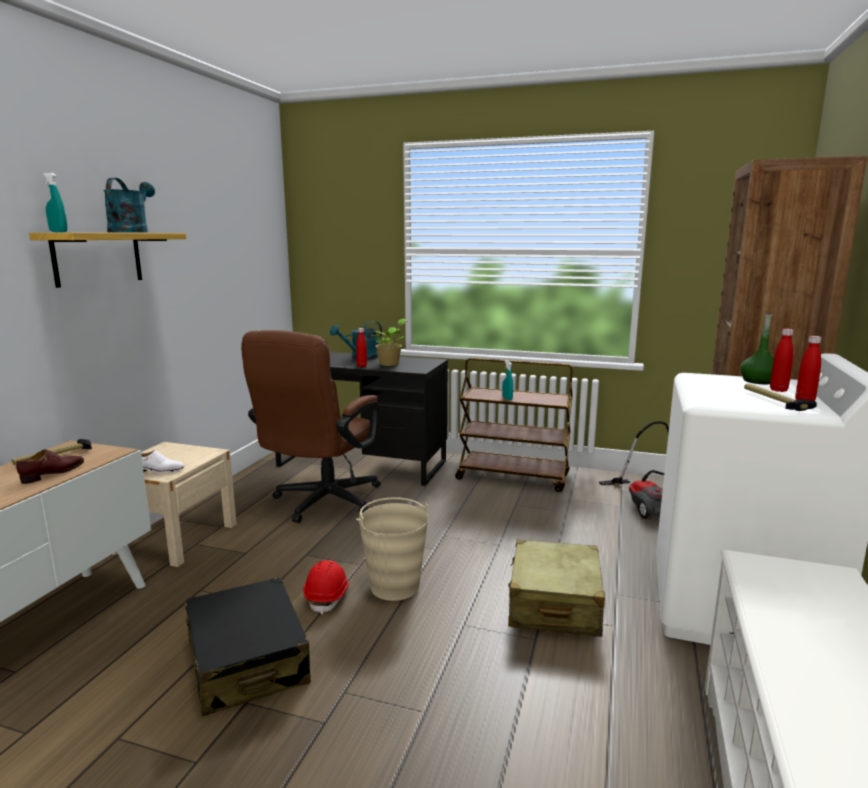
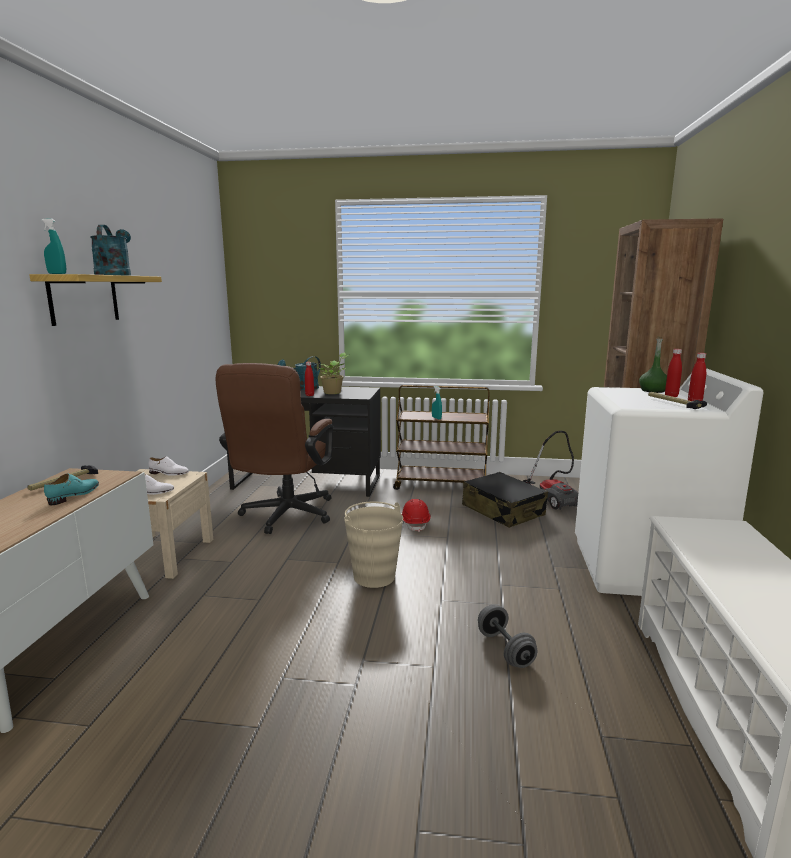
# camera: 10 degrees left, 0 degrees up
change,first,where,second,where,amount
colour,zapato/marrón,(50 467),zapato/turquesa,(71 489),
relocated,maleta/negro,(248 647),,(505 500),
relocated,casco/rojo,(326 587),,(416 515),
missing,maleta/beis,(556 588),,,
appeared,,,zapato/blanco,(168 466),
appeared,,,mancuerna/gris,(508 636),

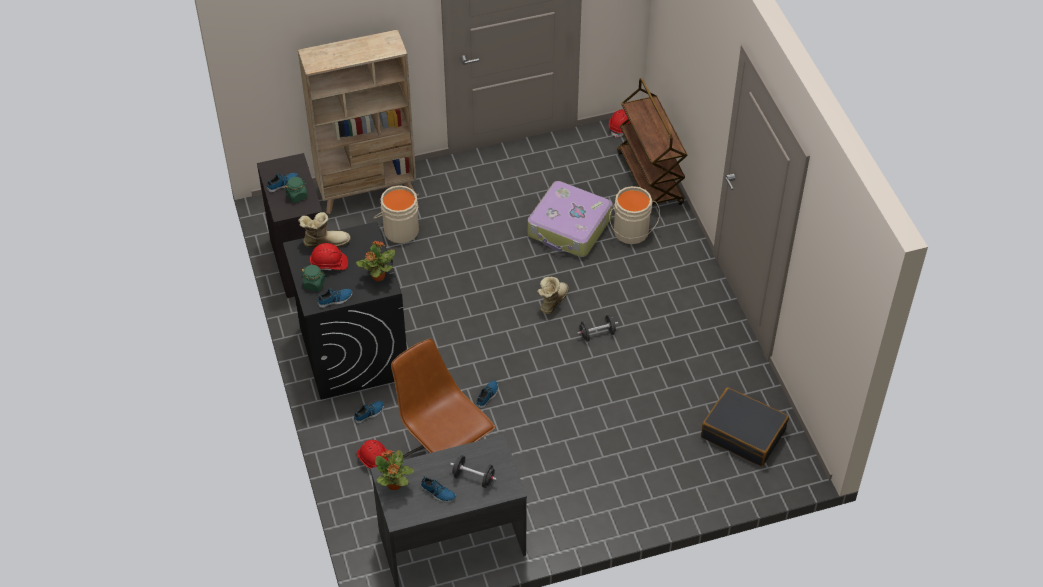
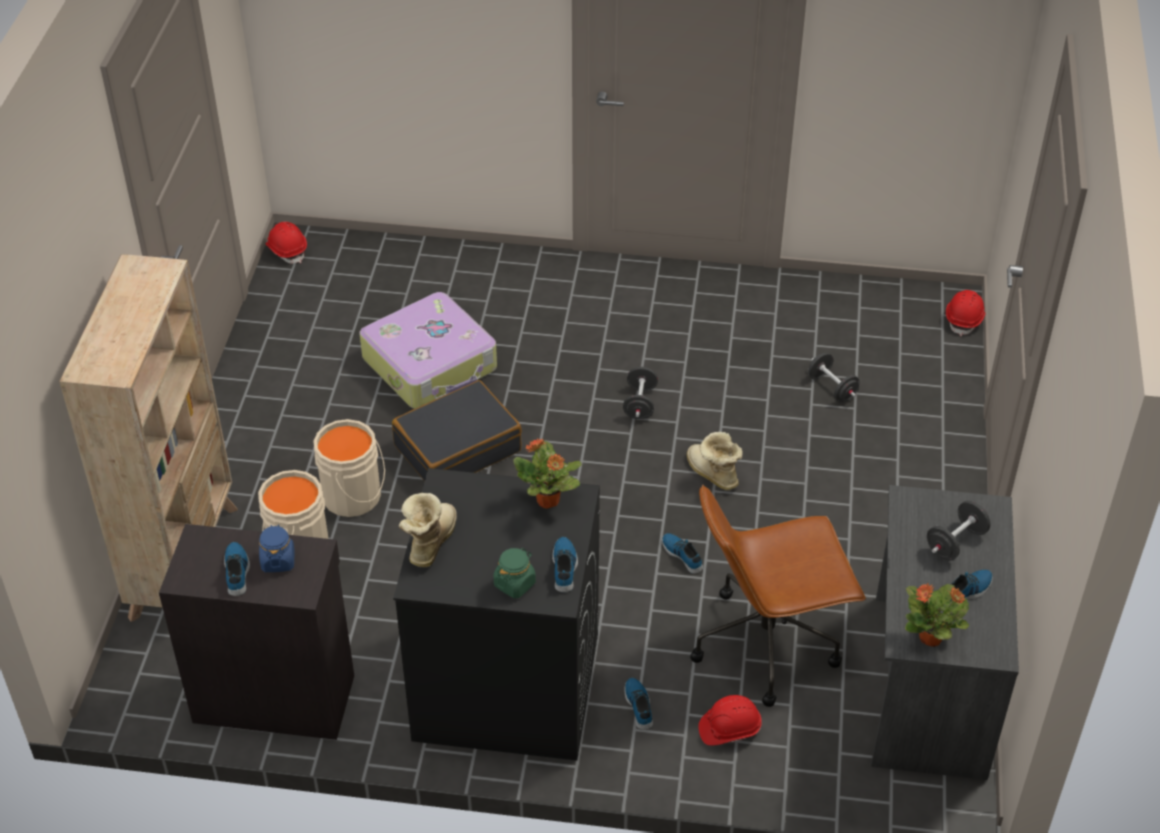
# camera: 65 degrees left, 5 degrees down
change,first,where,second,where,amount
colour,tarro/verde,(296 190),tarro/azul,(277 548),
relocated,casco/rojo,(329 256),,(966 313),
relocated,bota,(552 295),,(715 461),
relocated,cubo/beis,(634 215),,(349 468),
missing,carrito/marrón,(652 141),,,
relocated,maleta/negro,(745 426),,(457 430),
appeared,,,mancuerna/negro,(834 377),

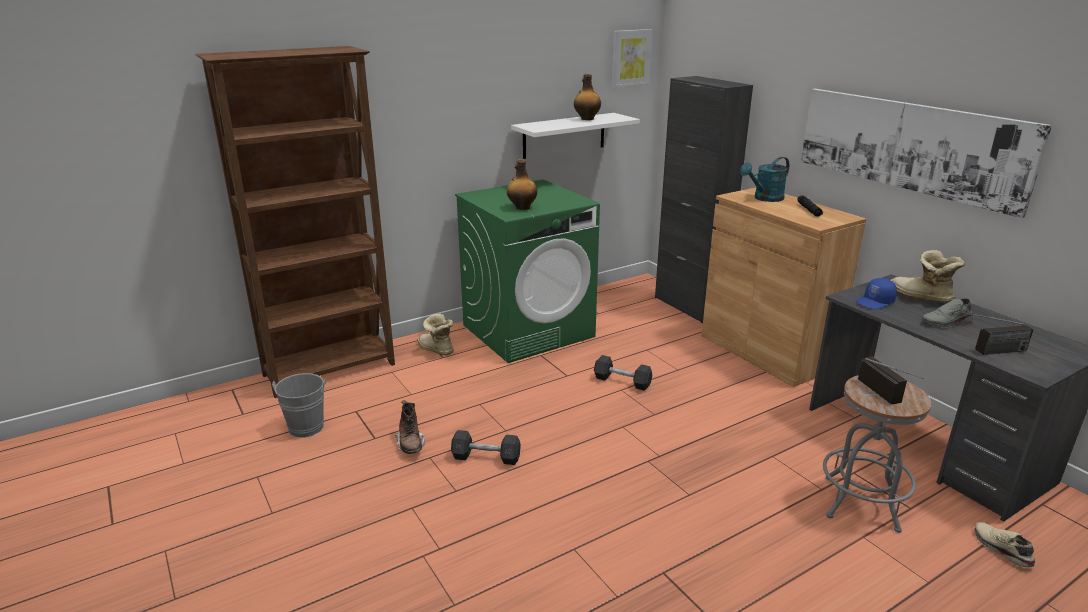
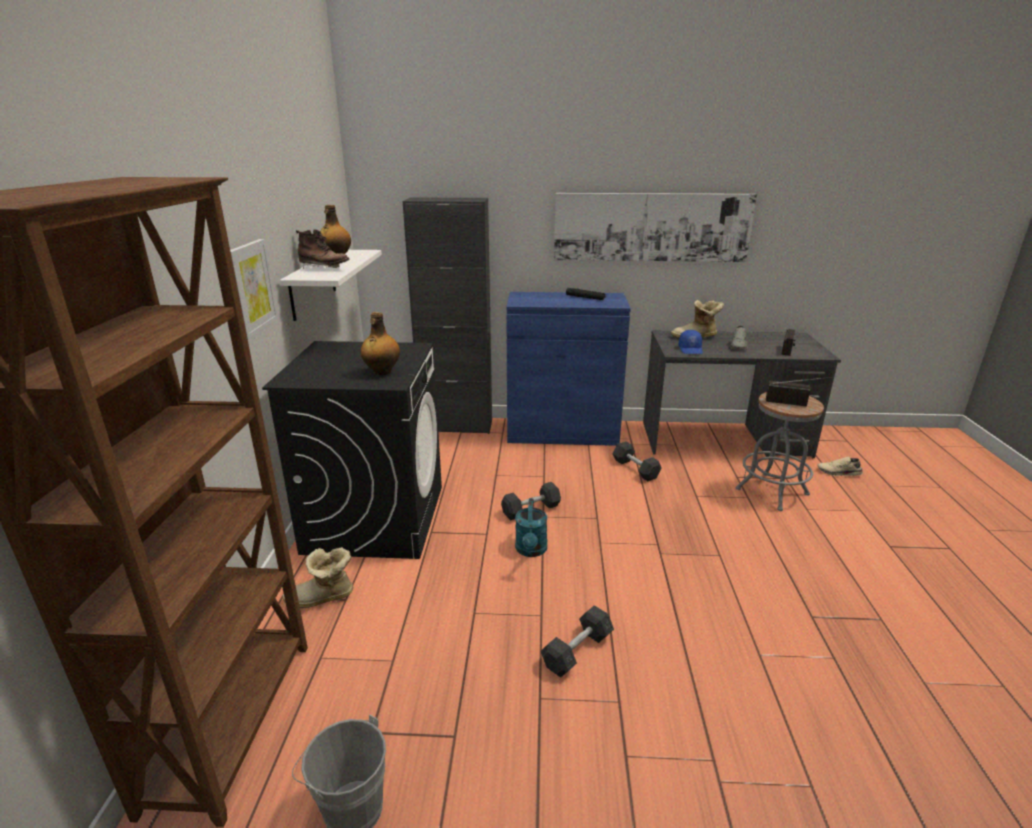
# camera: 55 degrees left, 0 degrees up
change,first,where,second,where,amount
relocated,bota/marrón,(410 427),,(323 249),
colour,lavadora/verde,(527 271),lavadora/negro,(352 450),
relocated,cuadro,(632 58),,(254 289),
colour,armario/marrón,(784 287),armario/azul,(568 369),
relocated,regadera/turquesa,(764 179),,(531 527),
appeared,,,mancuerna/gris,(637 461),

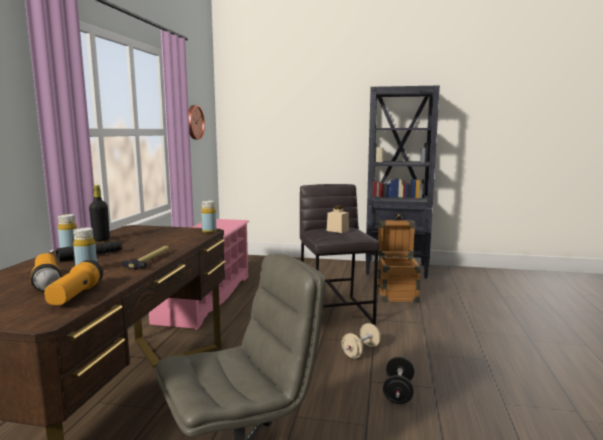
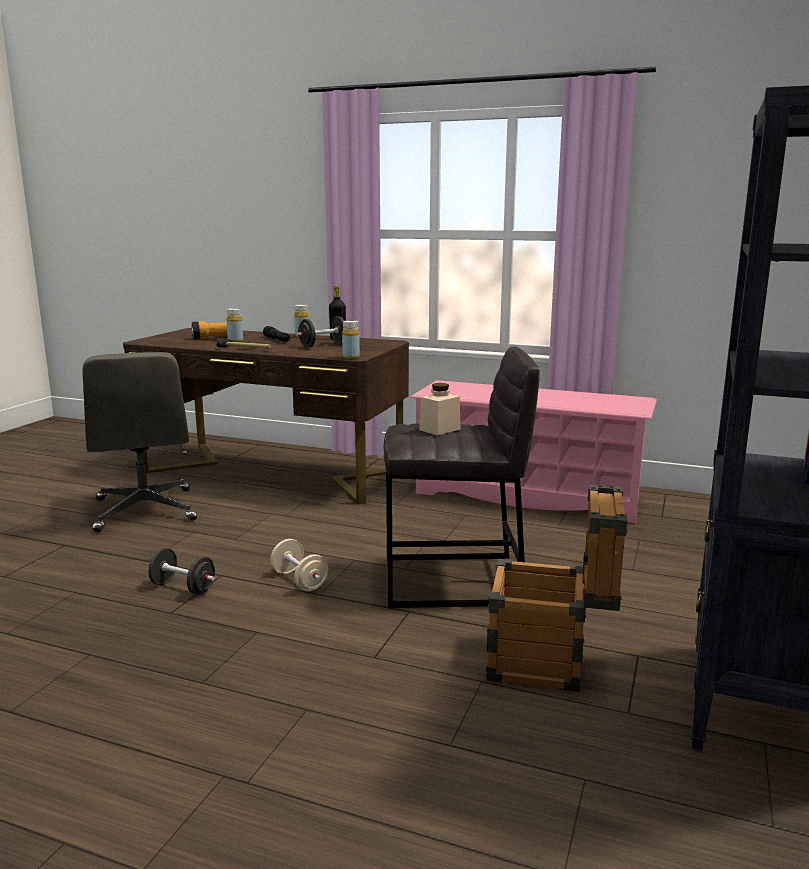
# camera: 100 degrees right, 5 degrees up
change,first,where,second,where,amount
missing,linterna,(73 282),,,
missing,reloj de pared,(196 122),,,
appeared,,,mancuerna/negro,(320 332),

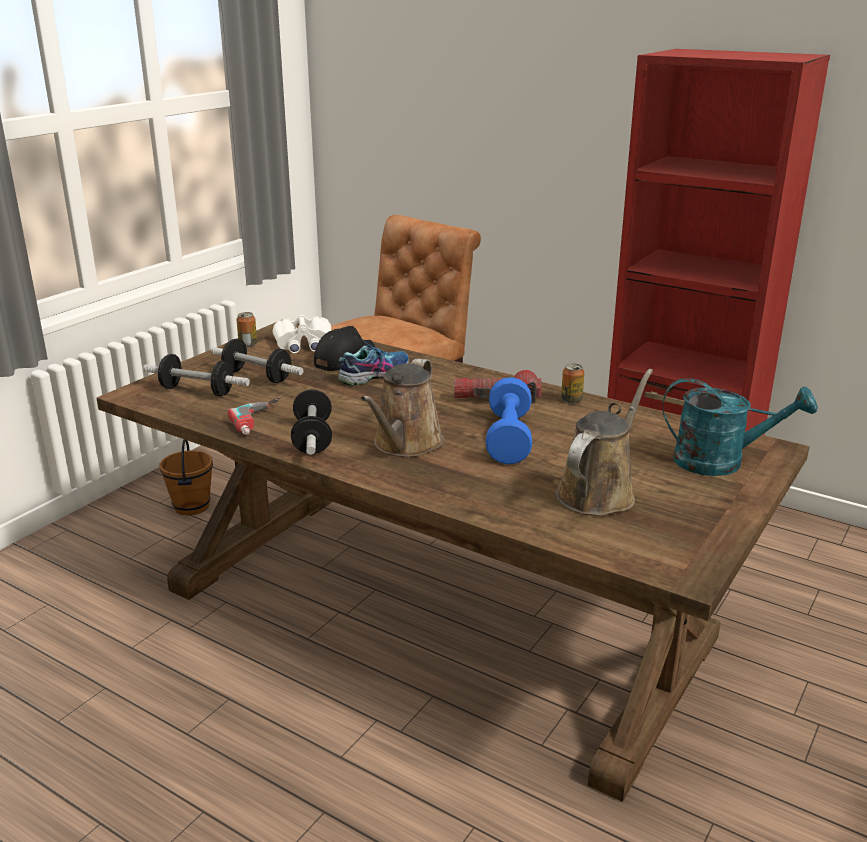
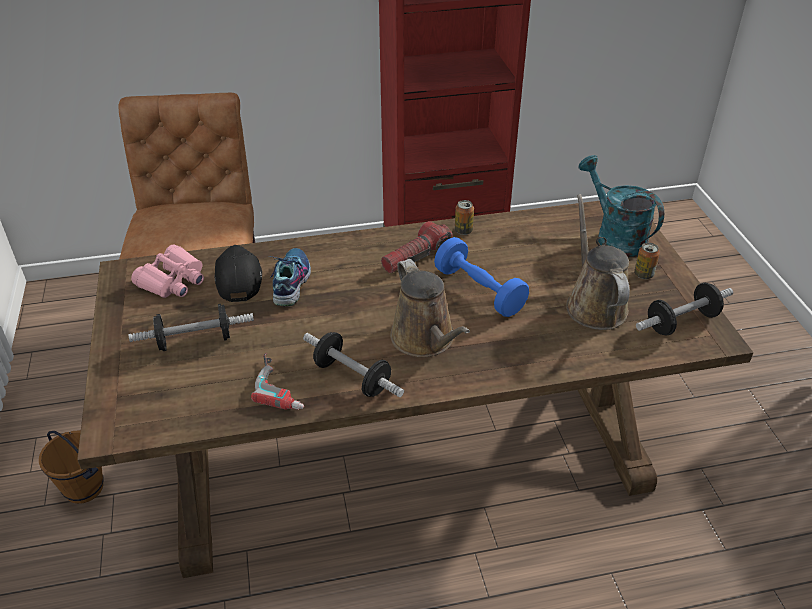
# camera: 45 degrees left, 15 degrees up
change,first,where,second,where,amount
relocated,mancuerna,(196 375),,(684 309),
relocated,lata,(246 329),,(647 261),
colour,prismáticos/blanco,(301 334),prismáticos/rosa,(167 271),
spun,regadera/turquesa,(740 427),,(621 206),90 degrees counterclockwise

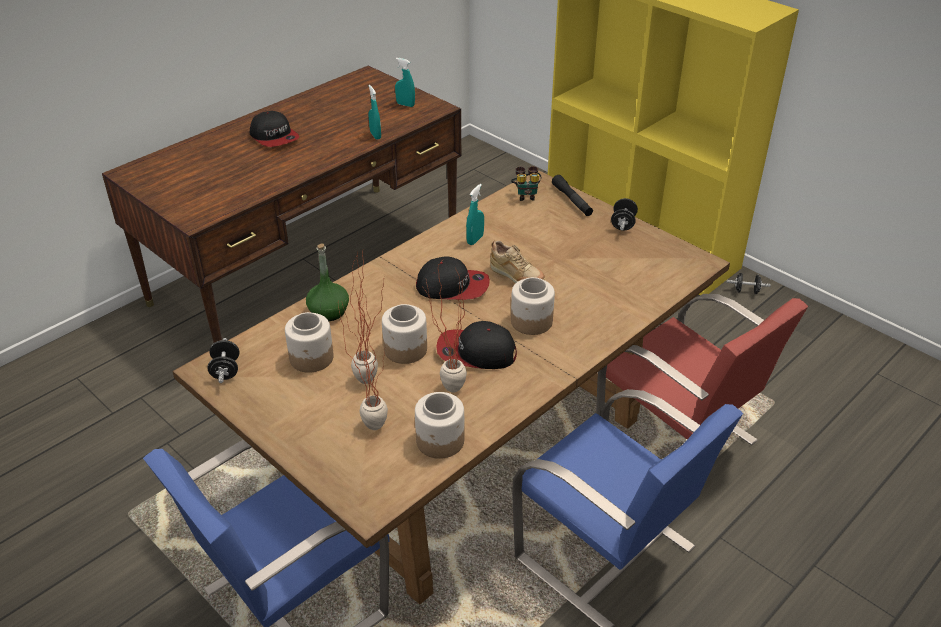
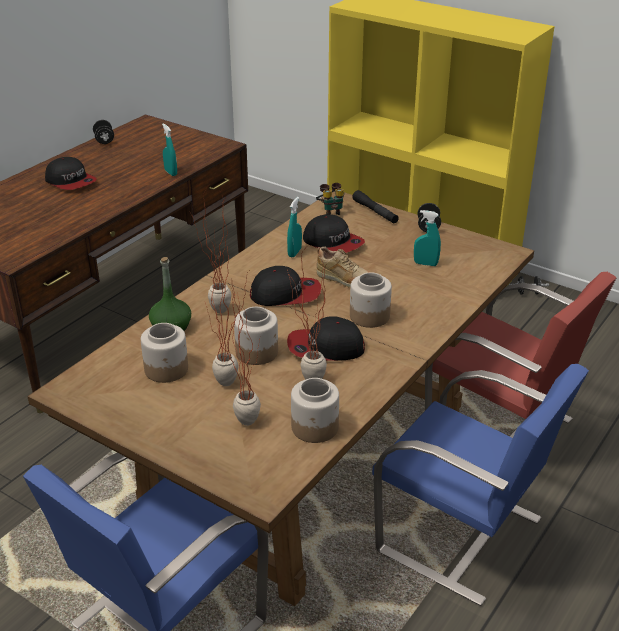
# camera: 10 degrees left, 5 degrees down
change,first,where,second,where,amount
relocated,mancuerna/negro,(223 360),,(103 132),
relocated,pulverizador/turquesa,(405 82),,(427 238),
appeared,,,planta en maceta,(211 249),
appeared,,,gorra,(334 233),

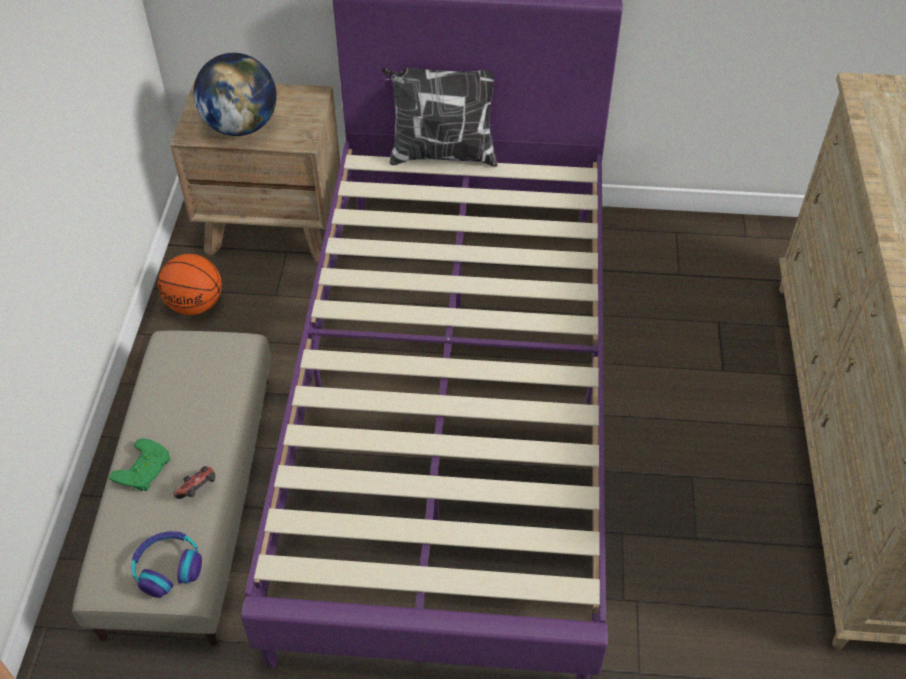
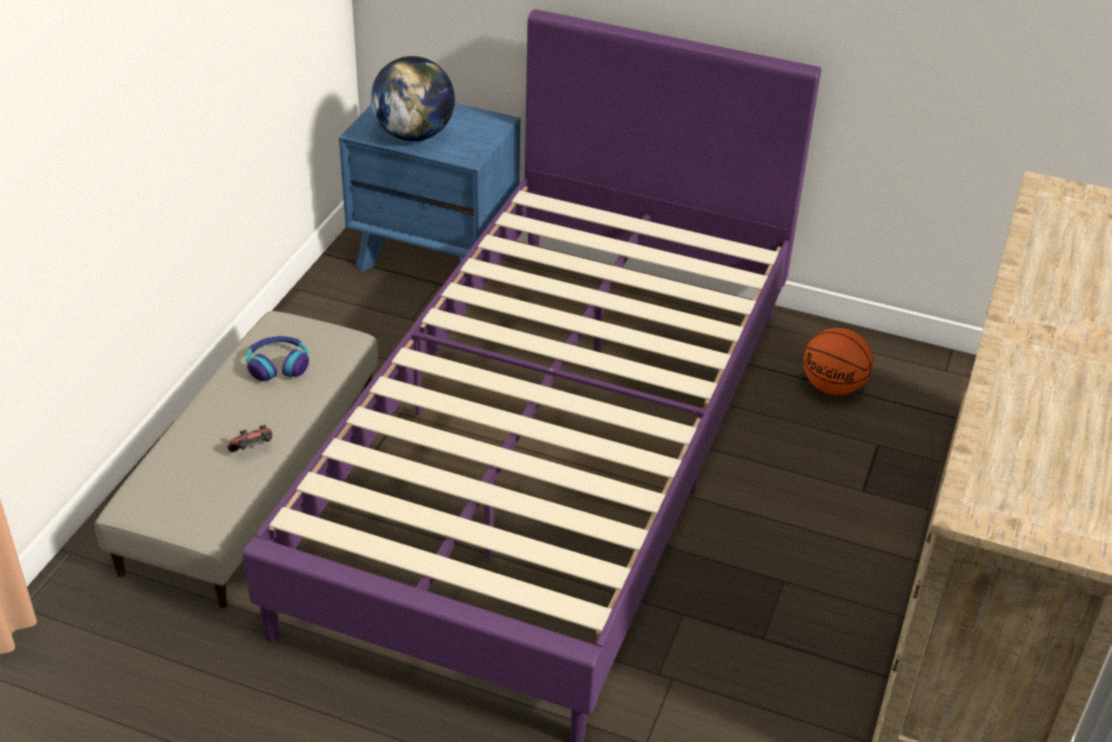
# camera: 15 degrees right, 10 degrees down
change,first,where,second,where,amount
missing,mando de consola/verde,(140 464),,,
relocated,auriculares,(167 564),,(277 358),
relocated,balón de baloncesto,(190 284),,(838 361),
colour,mesita de noche/marrón,(255 171),mesita de noche/azul,(429 187),
missing,cojín,(440 113),,,

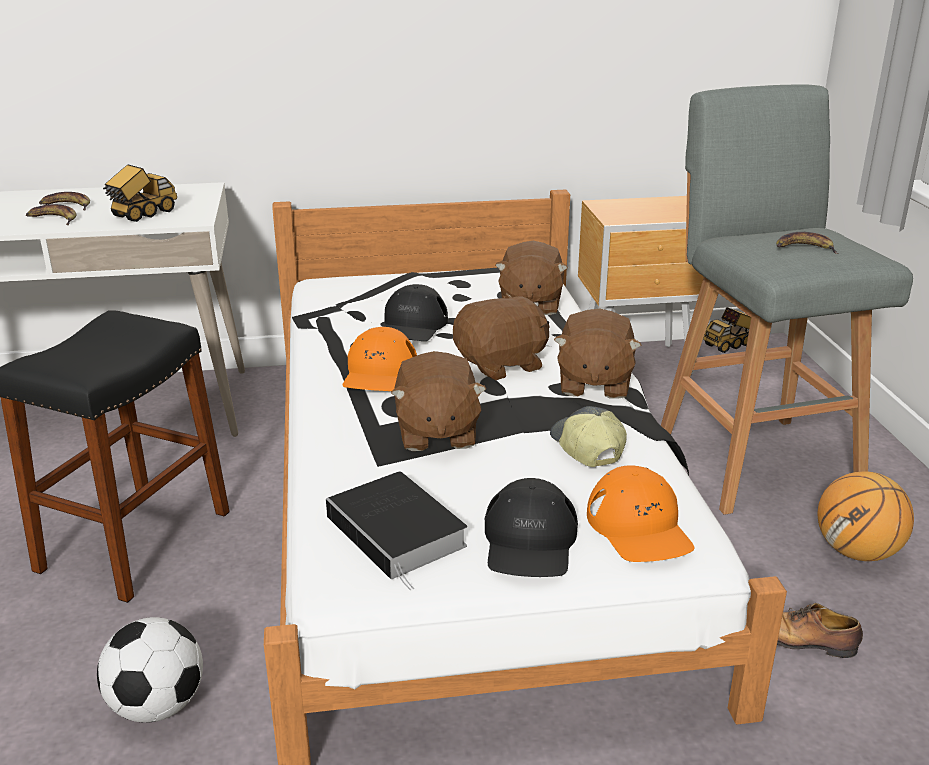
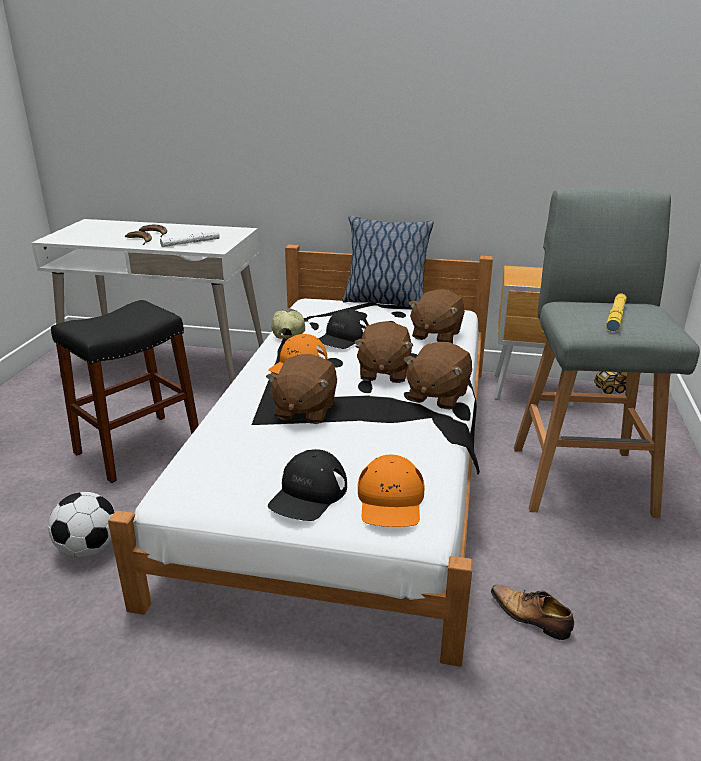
# camera: 20 degrees right, 0 degrees up
change,first,where,second,where,amount
exchanged,camión de juguete,(140 193),linterna/blanco,(190 238),
missing,libro,(396 531),,,
spun,peluche/marrón,(501 336),,(384 352),105 degrees clockwise
relocated,gorra,(588 436),,(288 323),
exchanged,plátano,(807 243),linterna/amarillo,(616 312),
missing,balón de baloncesto,(866 516),,,
appeared,,,cojín,(388 262),

